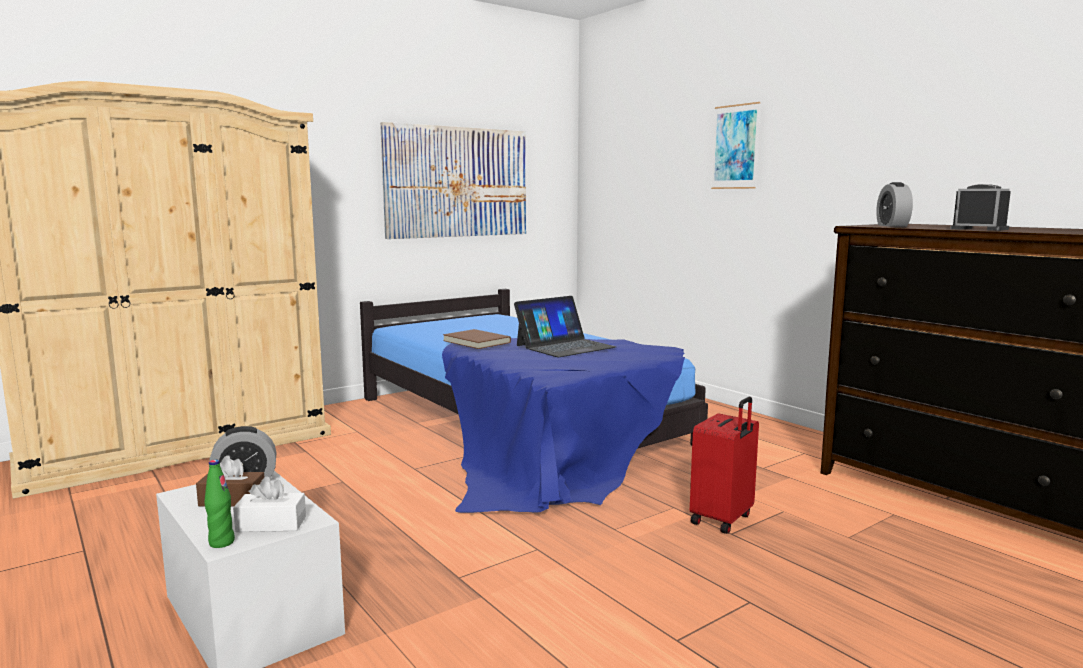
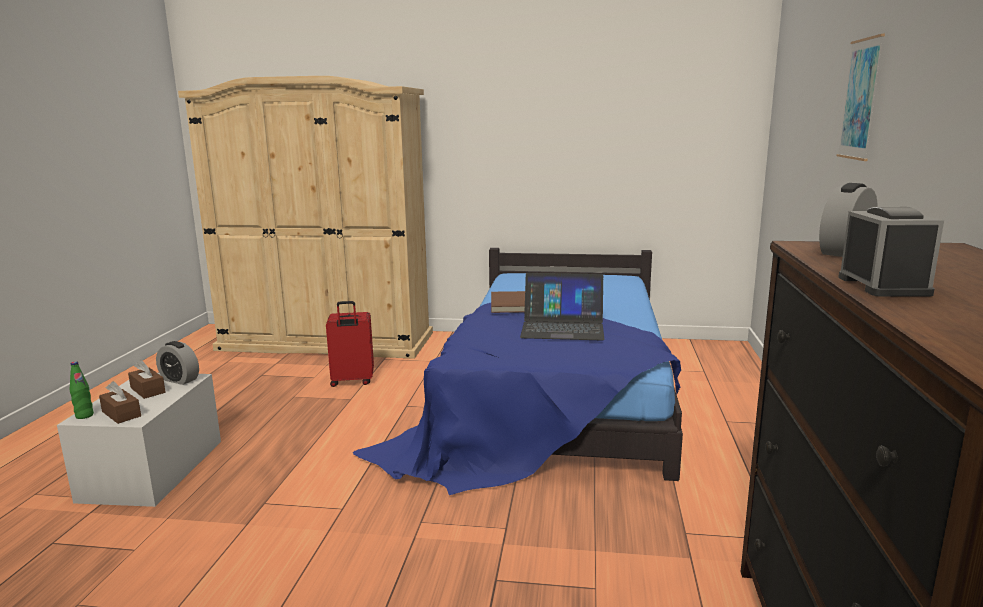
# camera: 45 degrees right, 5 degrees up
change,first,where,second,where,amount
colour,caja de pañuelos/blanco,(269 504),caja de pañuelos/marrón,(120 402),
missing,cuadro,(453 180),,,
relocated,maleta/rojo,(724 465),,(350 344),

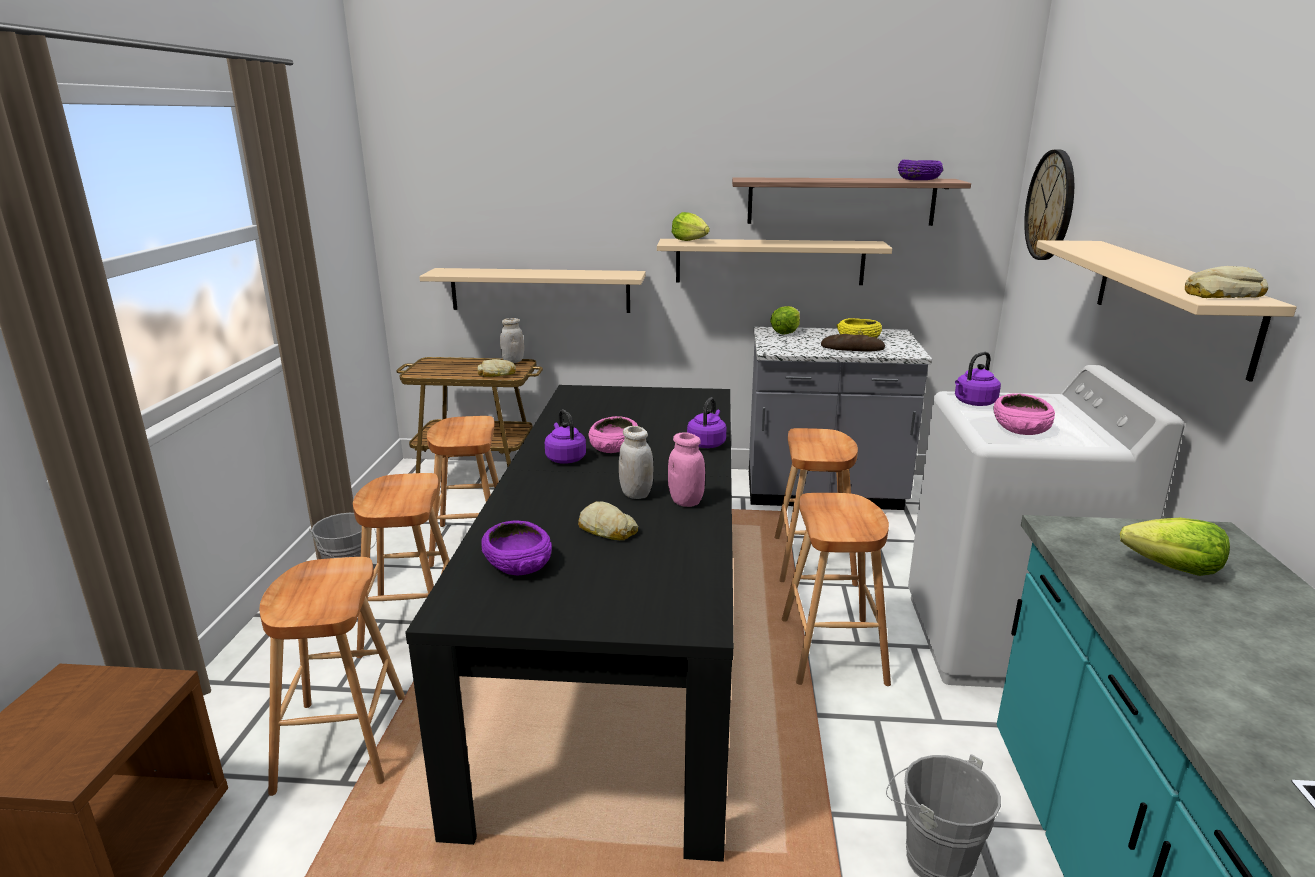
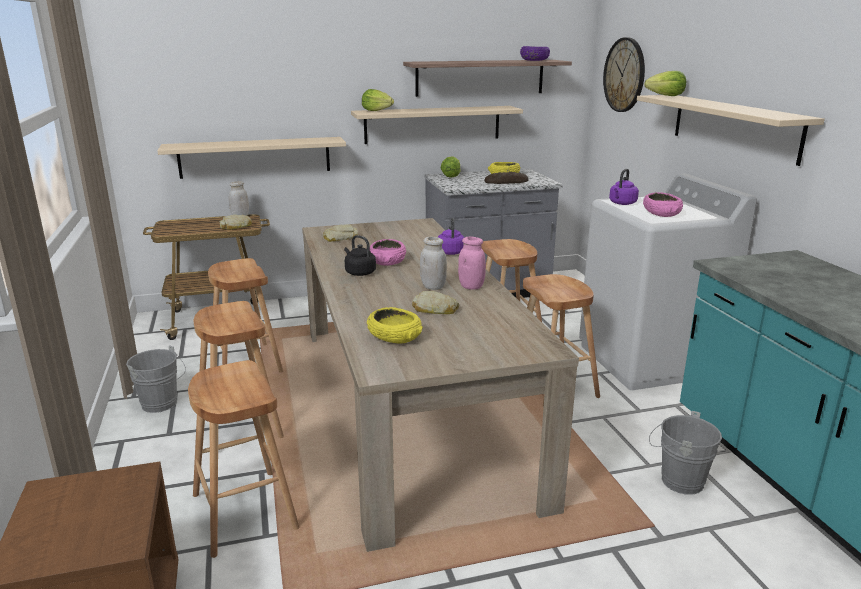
# camera: 20 degrees left, 0 degrees up
change,first,where,second,where,amount
colour,mesa de comedor/negro,(569 623),mesa de comedor/beis,(440 385),
colour,cuenco/morado,(516 547),cuenco/amarillo,(395 325),
colour,hervidor/morado,(565 437),hervidor/negro,(360 255),
relocated,lechuga,(1175 547),,(665 83),
relocated,pan,(1226 282),,(340 233),

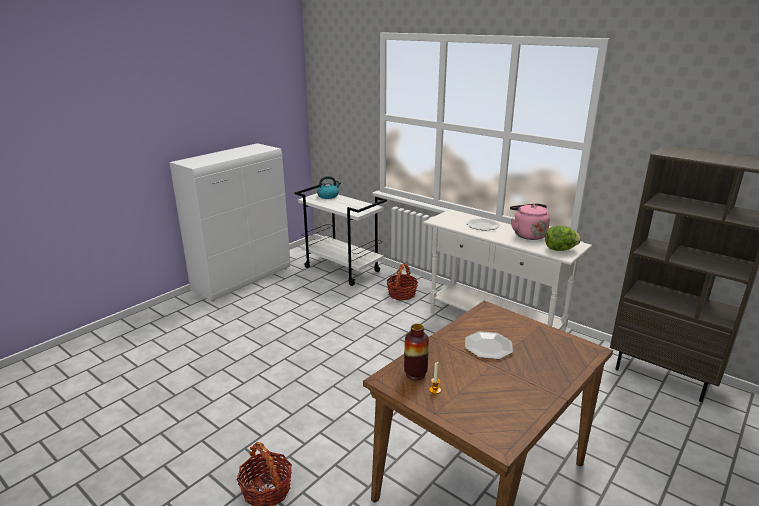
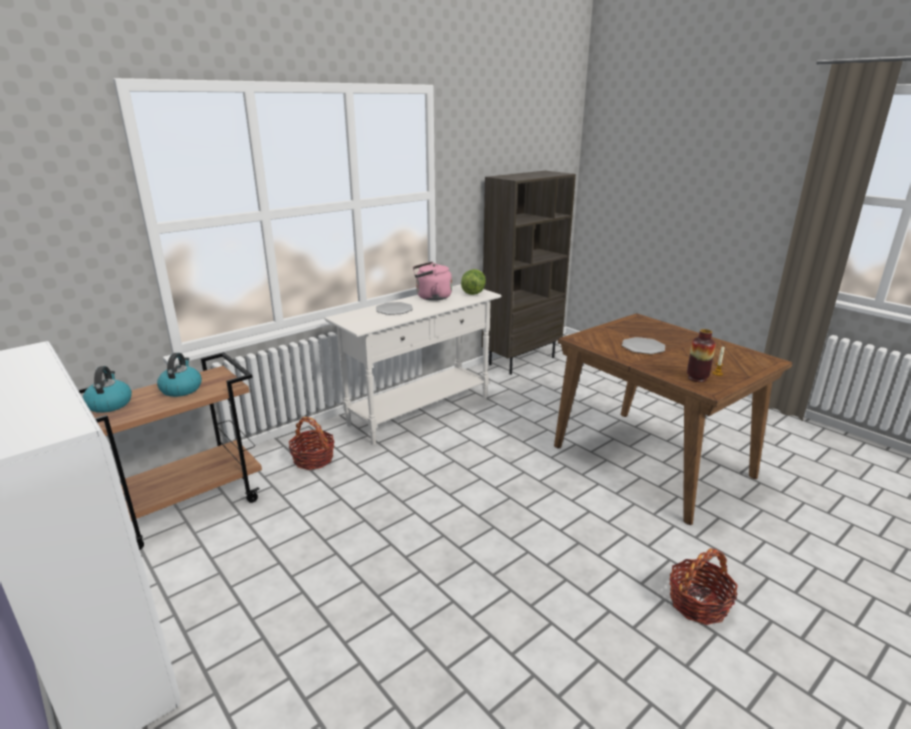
# camera: 80 degrees left, 0 degrees up
change,first,where,second,where,amount
colour,carrito/blanco,(341 234),carrito/marrón,(170 451),
appeared,,,hervidor,(179 375),

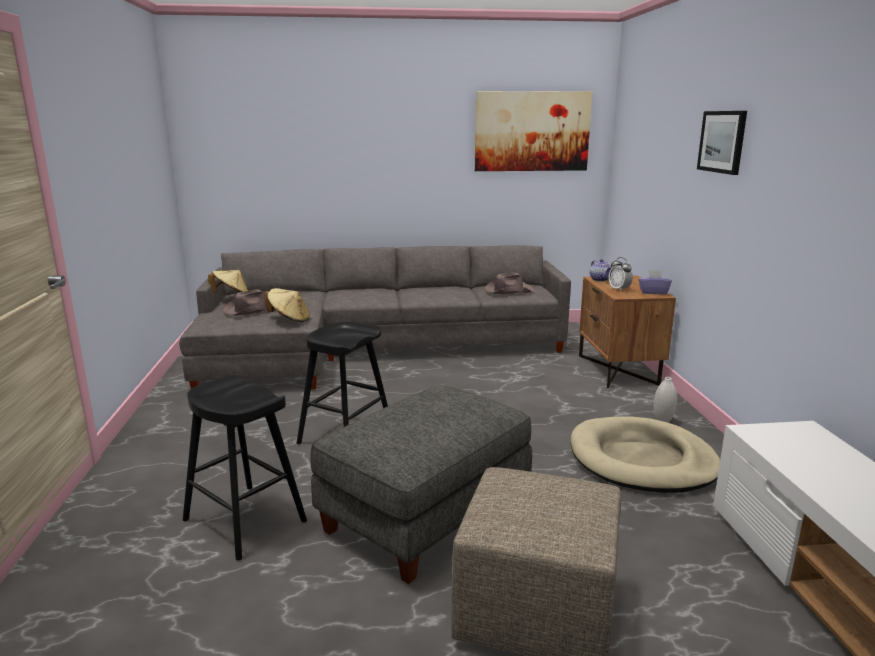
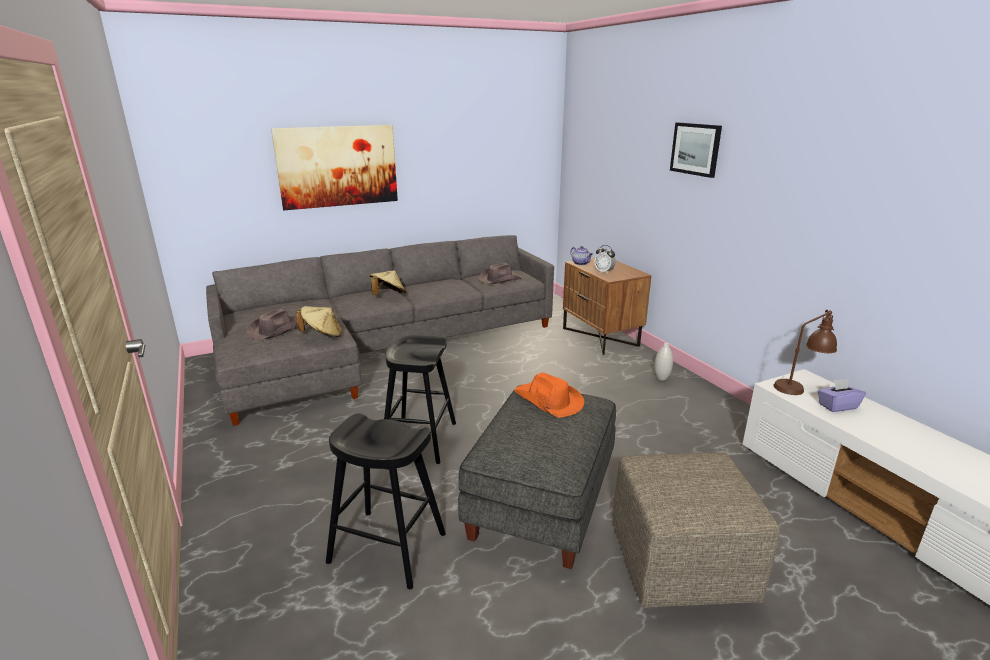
# camera: 20 degrees left, 5 degrees up
change,first,where,second,where,amount
relocated,sombrero/beis,(228 281),,(387 282),
relocated,cuadro,(533 131),,(334 167),
missing,cama para perro/beis,(645 454),,,
relocated,caja de pañuelos/morado,(655 282),,(842 395),
appeared,,,sombrero/naranja,(549 395),
appeared,,,lámpara de mesa/marrón,(805 352),

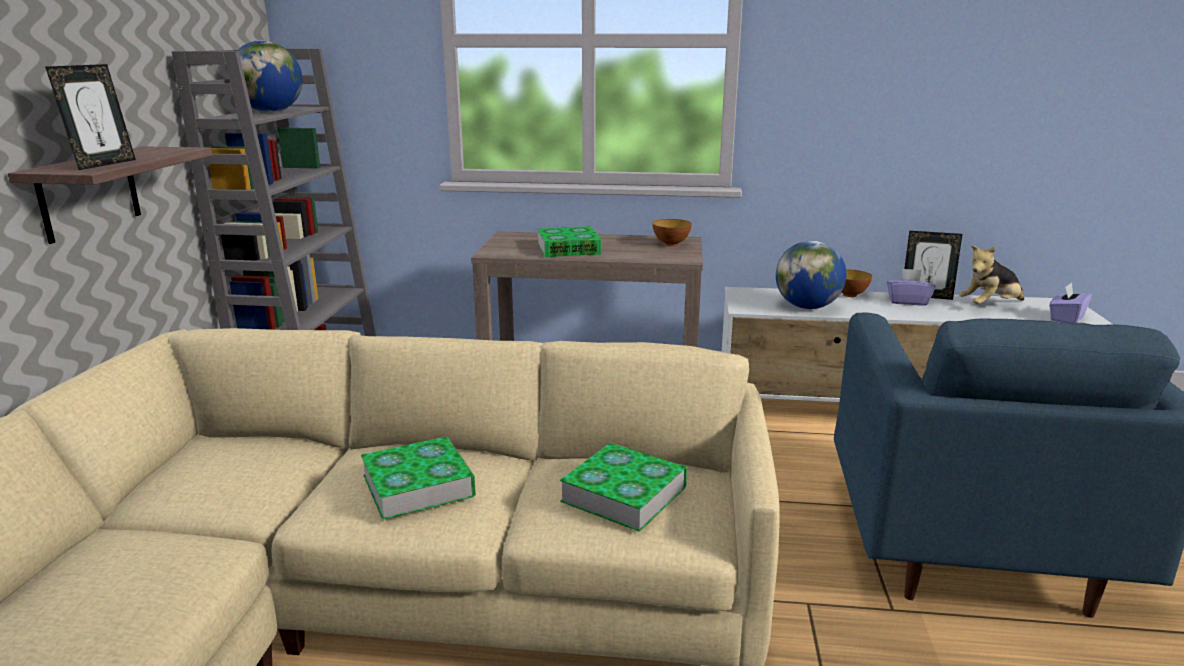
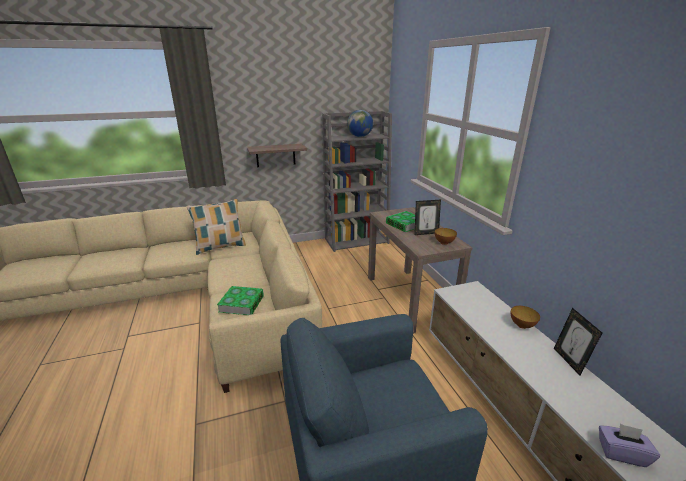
# camera: 65 degrees right, 5 degrees up
change,first,where,second,where,amount
relocated,portarretratos,(90 117),,(427 217),
missing,libro,(418 478),,,
missing,globo terráqueo,(811 275),,,
missing,caja de pañuelos/morado,(911 287),,,
missing,peluche,(991 275),,,
appeared,,,cojín,(216 227),

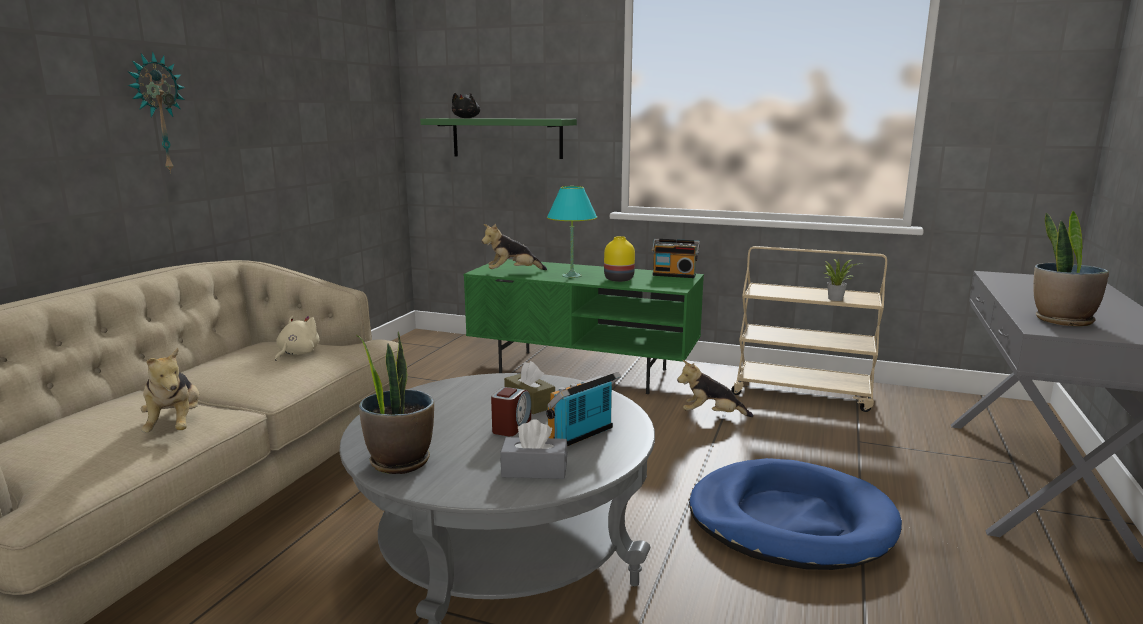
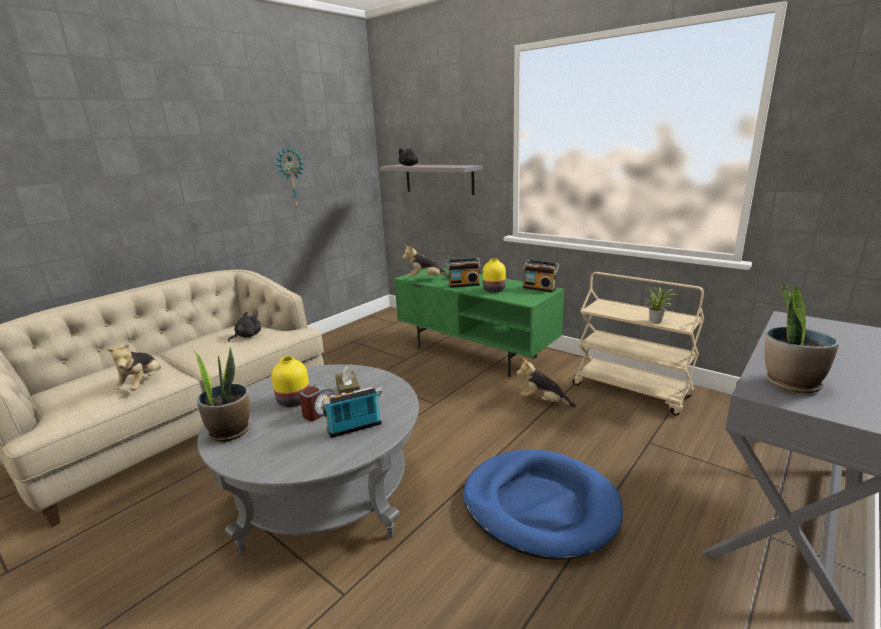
# camera: 20 degrees right, 5 degrees up
change,first,where,second,where,amount
relocated,reloj de pared,(156 112),,(290 177),
colour,peluche/beis,(297 338),peluche/negro,(244 327),
colour,estante/verde,(498 138),estante/gris,(431 179),
missing,caja de pañuelos/gris,(534 449),,,
exchanged,lámpara de mesa/turquesa,(572 232),radio,(463 273),
appeared,,,florero/amarillo,(290 381),

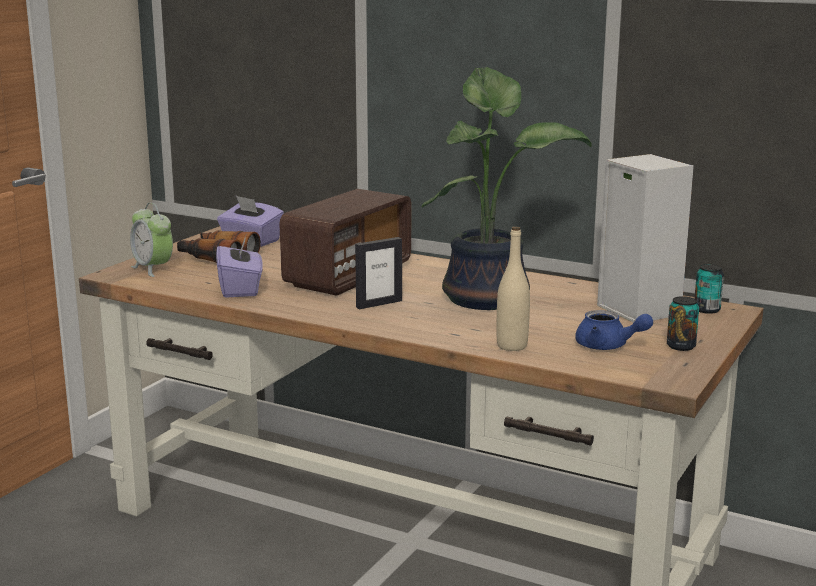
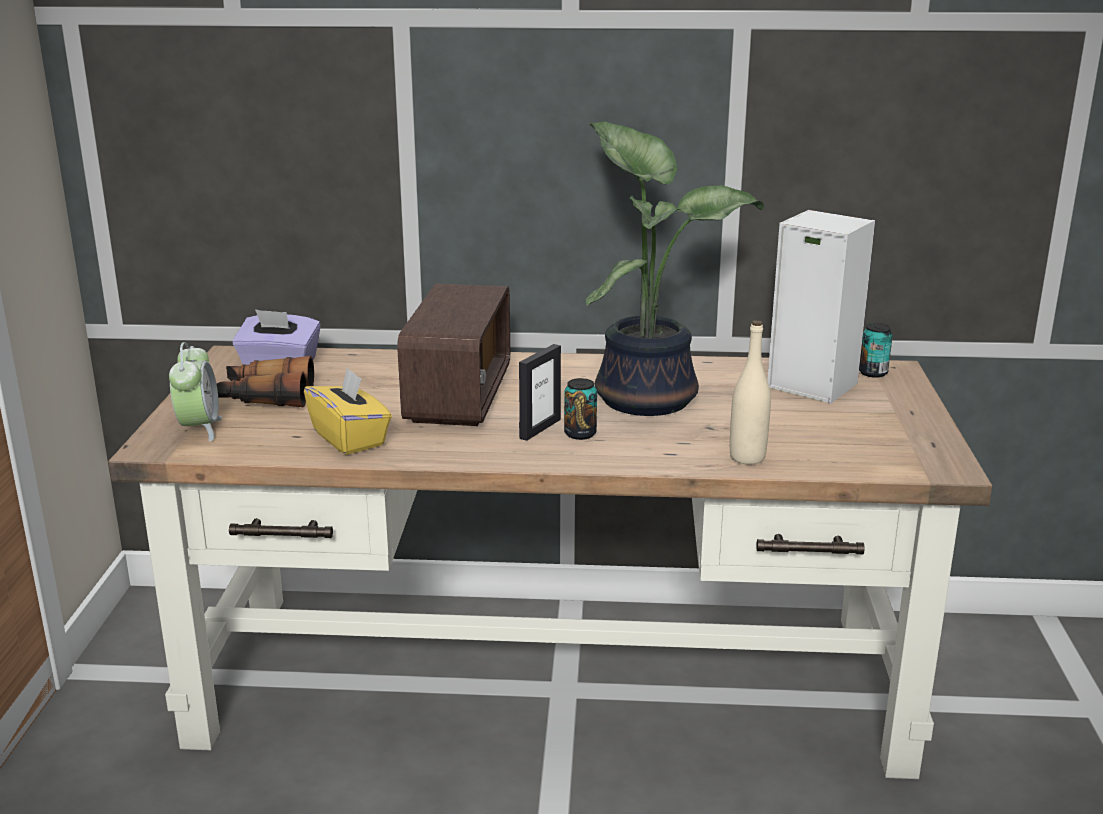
# camera: 25 degrees left, 5 degrees up
change,first,where,second,where,amount
spun,despertador,(151 240),,(195 392),120 degrees counterclockwise
colour,caja de pañuelos/morado,(239 267),caja de pañuelos/amarillo,(348 411),
missing,tetera/azul,(614 330),,,
relocated,lata,(683 323),,(580 409),

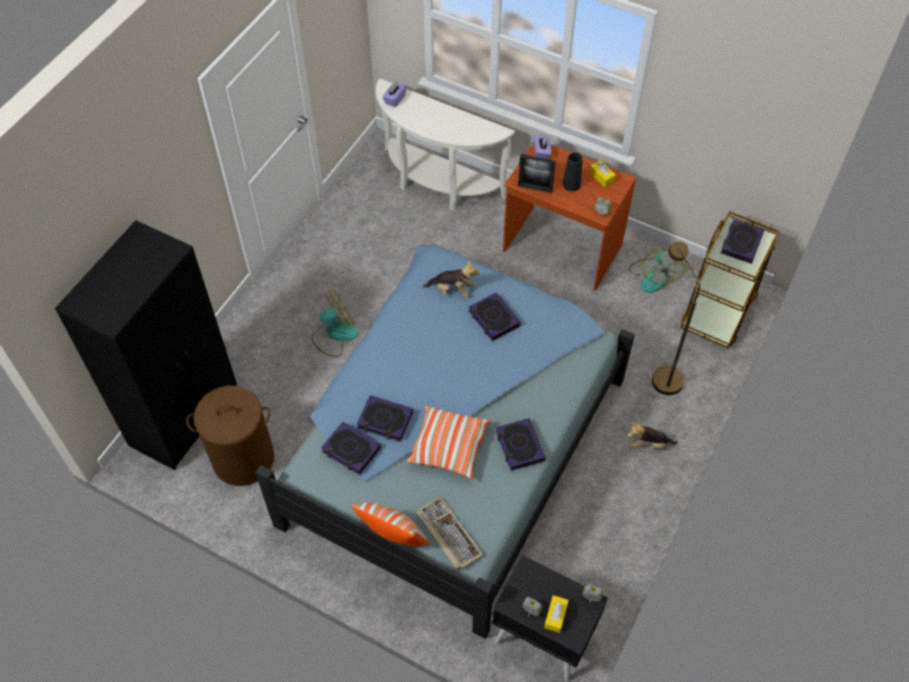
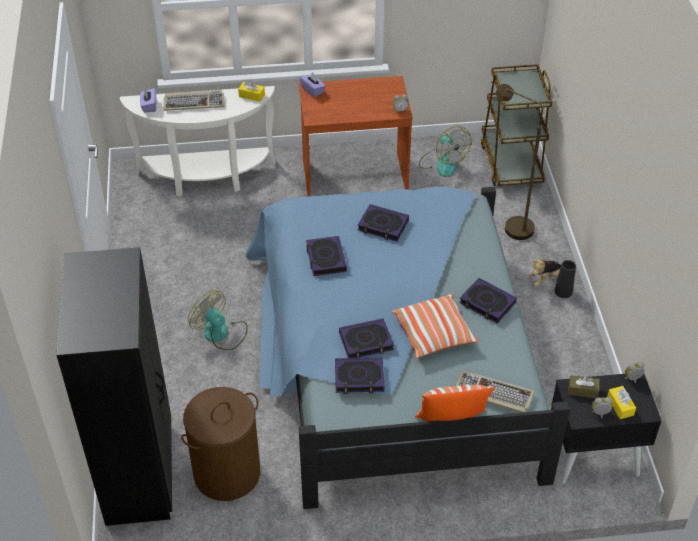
# camera: 35 degrees left, 10 degrees down
change,first,where,second,where,amount
spun,ventilador,(335 323),,(218 320),75 degrees counterclockwise
missing,peluche,(451 278),,,
missing,portarretratos,(537 173),,,
relocated,florero/negro,(573 171),,(565 279),
relocated,caja de pañuelos/amarillo,(602 173),,(251 91),
relocated,libro,(742 241),,(326 256),
appeared,,,teclado,(194 100),
appeared,,,caja de pañuelos/marrón,(584 386),

